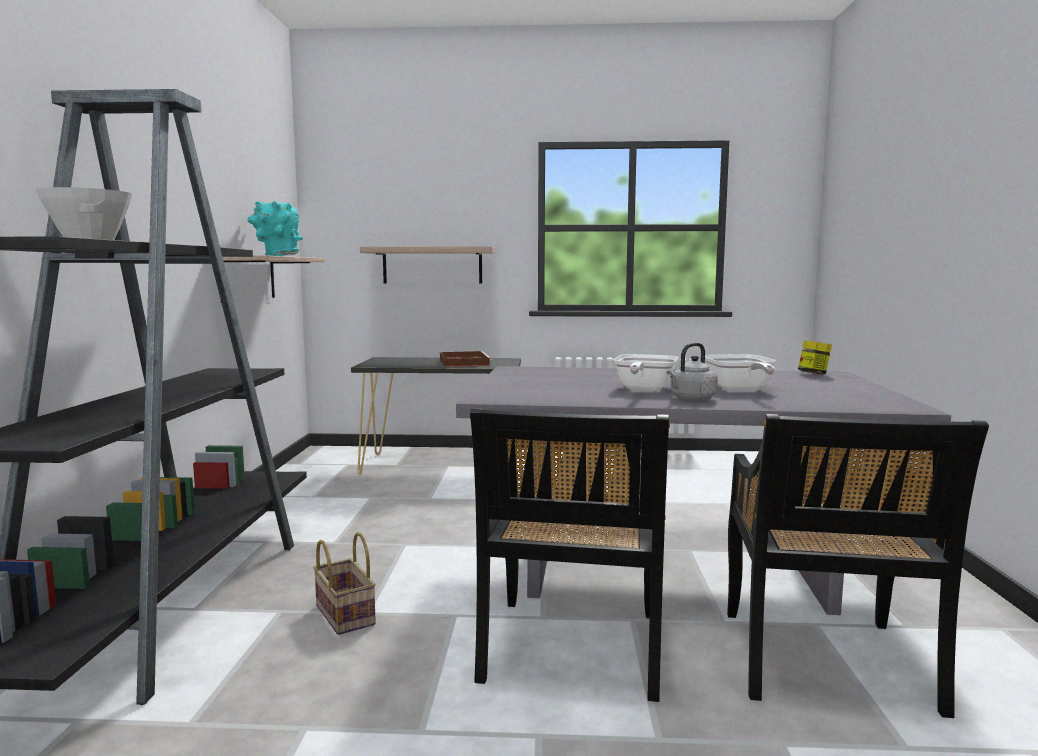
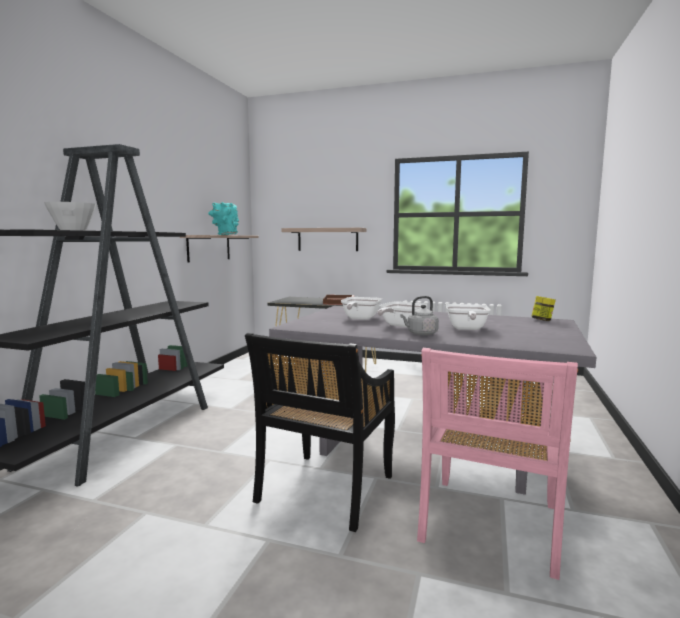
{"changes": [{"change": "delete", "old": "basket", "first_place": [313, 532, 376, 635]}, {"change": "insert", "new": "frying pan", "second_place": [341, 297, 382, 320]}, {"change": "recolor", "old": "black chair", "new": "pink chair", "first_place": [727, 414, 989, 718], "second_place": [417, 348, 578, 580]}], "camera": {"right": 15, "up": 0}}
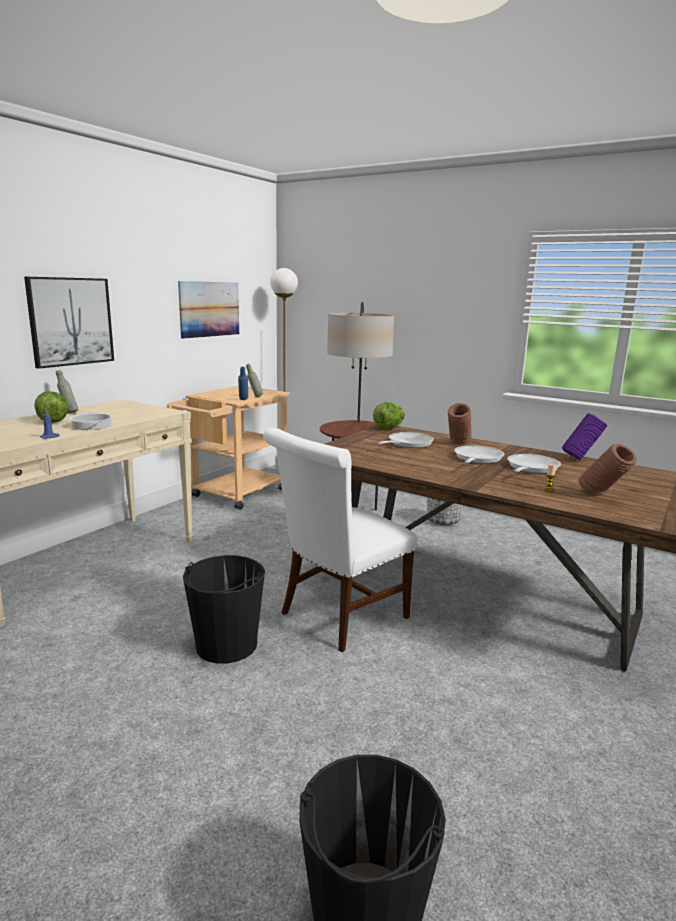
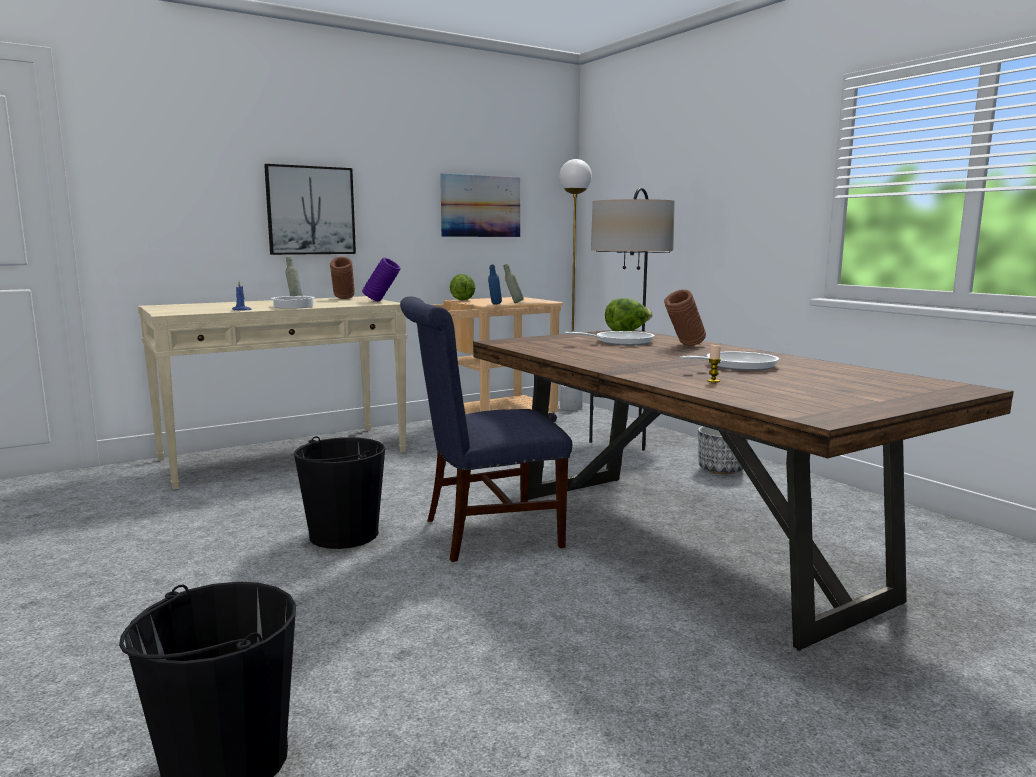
{"changes": [{"change": "delete", "old": "frying pan", "first_place": [454, 445, 504, 464]}, {"change": "move", "old": "lettuce", "first_place": [34, 391, 68, 423], "second_place": [450, 274, 475, 300]}, {"change": "move", "old": "purple vase", "first_place": [562, 413, 607, 460], "second_place": [362, 258, 401, 302]}, {"change": "move", "old": "brown vase", "first_place": [579, 443, 637, 496], "second_place": [330, 257, 355, 299]}, {"change": "recolor", "old": "white chair", "new": "blue chair", "first_place": [263, 428, 418, 652], "second_place": [400, 296, 572, 562]}], "camera": {"right": 25, "up": -5}}
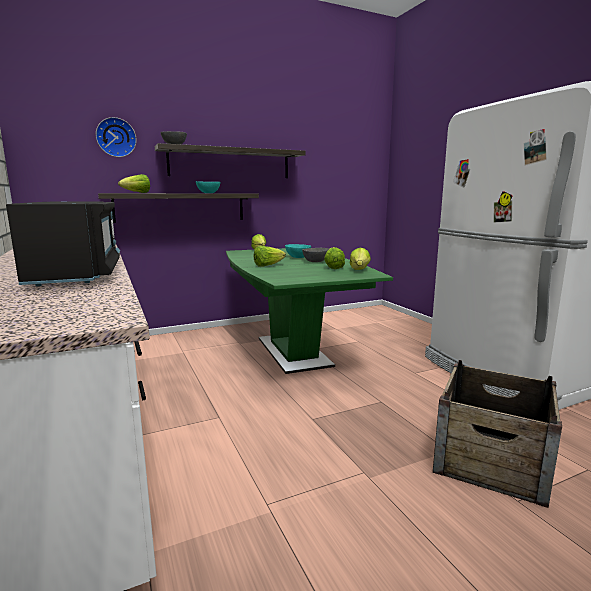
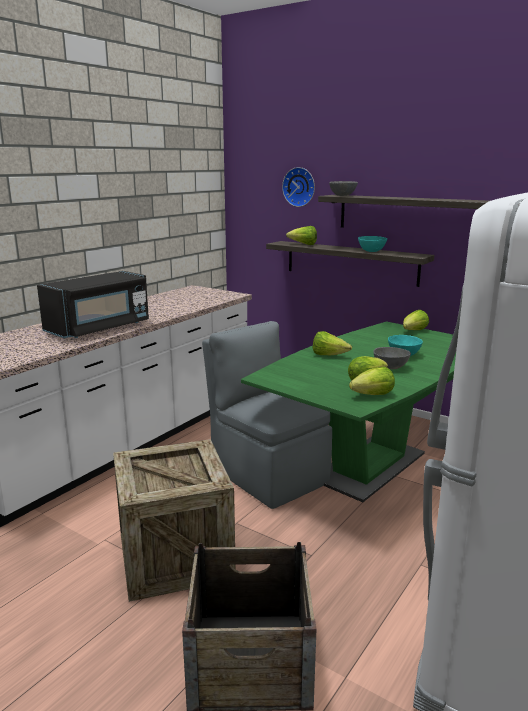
{"changes": [{"change": "insert", "new": "crate", "second_place": [113, 439, 236, 602]}, {"change": "insert", "new": "grey chair", "second_place": [202, 321, 332, 509]}], "camera": {"right": 60, "up": 5}}
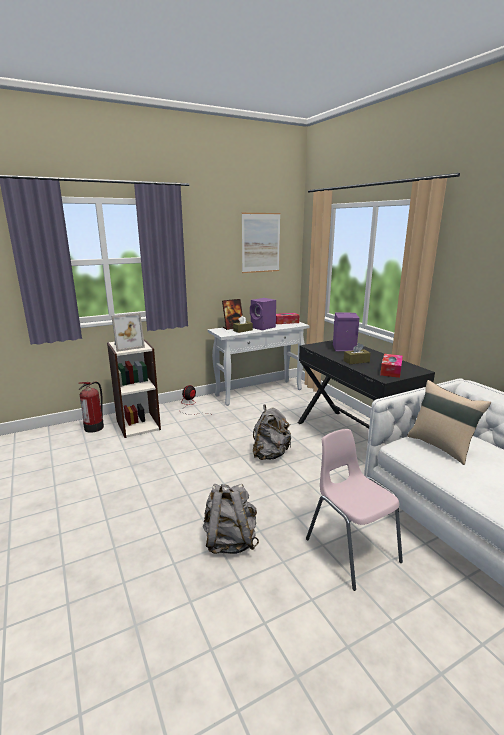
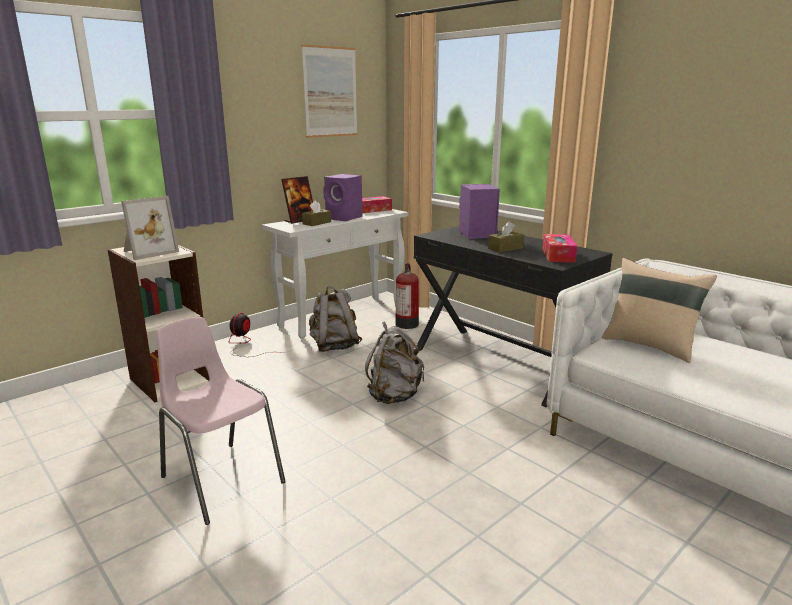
{"changes": [{"change": "move", "old": "fire extinguisher", "first_place": [78, 382, 104, 433], "second_place": [395, 263, 419, 329]}, {"change": "move", "old": "grey backpack", "first_place": [203, 484, 259, 554], "second_place": [309, 287, 362, 352]}, {"change": "move", "old": "pink chair", "first_place": [306, 429, 403, 591], "second_place": [156, 317, 286, 525]}], "camera": {"right": -15, "up": 0}}
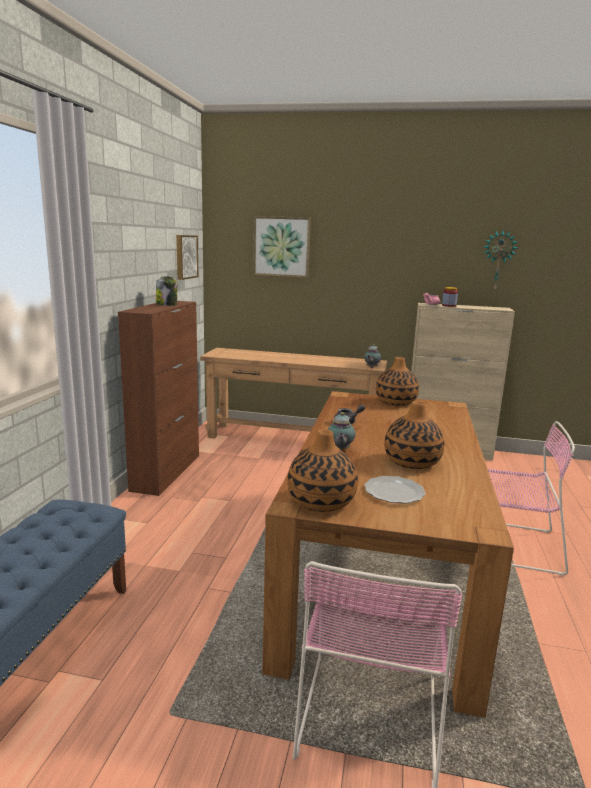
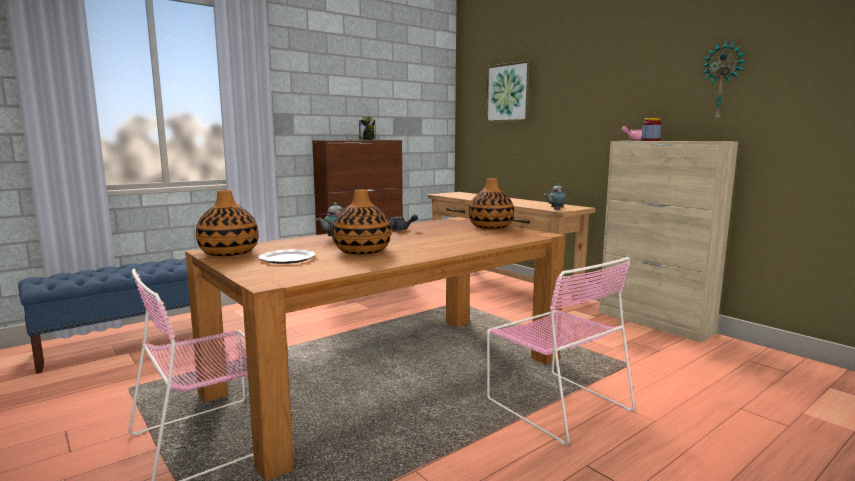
{"changes": [{"change": "delete", "old": "picture", "first_place": [176, 235, 198, 280]}], "camera": {"right": 40, "up": -5}}
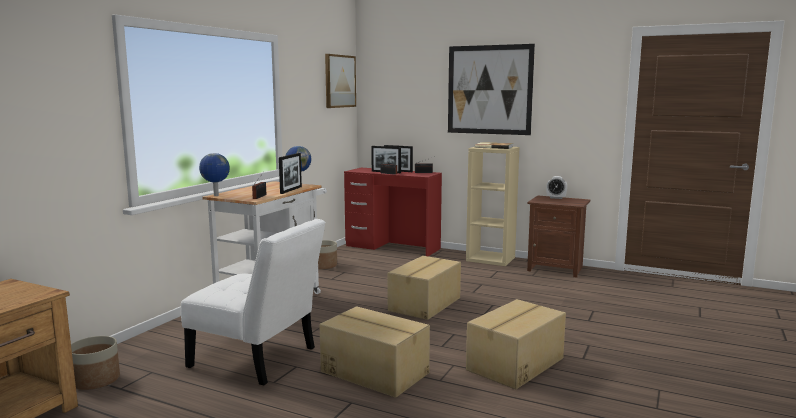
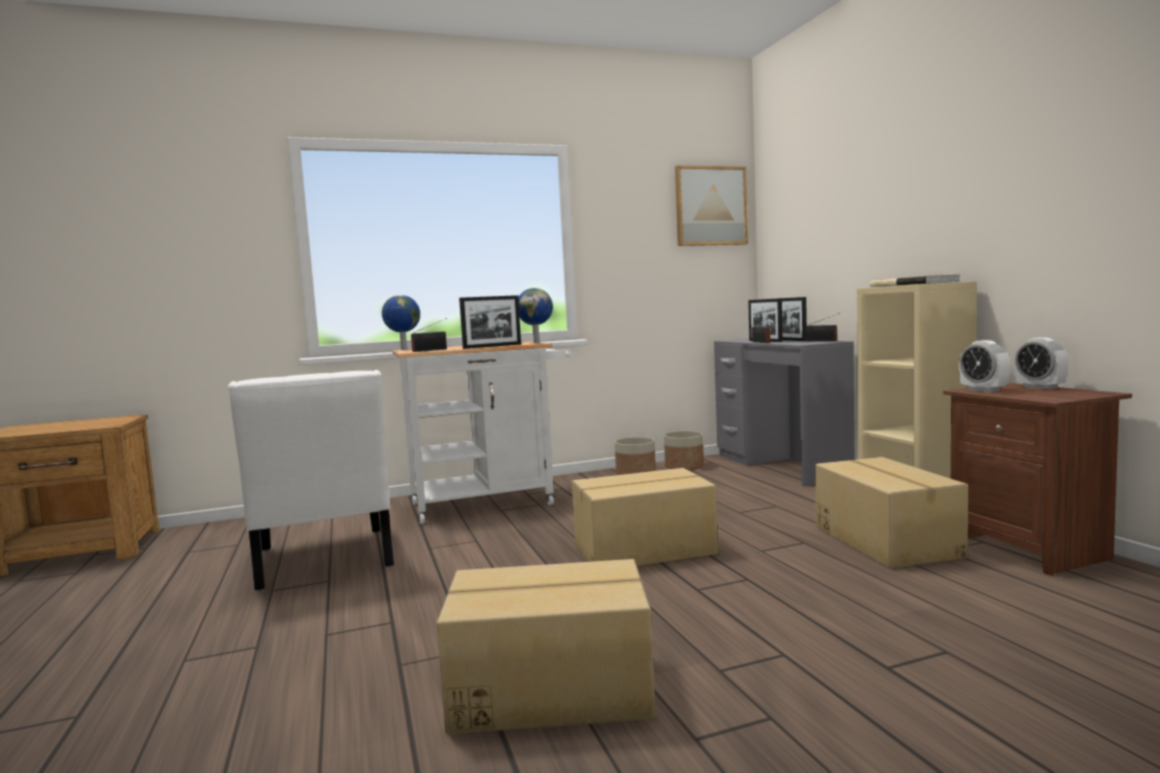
{"changes": [{"change": "delete", "old": "picture", "first_place": [448, 44, 535, 135]}, {"change": "insert", "new": "alarm clock", "second_place": [959, 340, 1010, 392]}, {"change": "move", "old": "planter", "first_place": [71, 336, 120, 390], "second_place": [664, 431, 704, 471]}, {"change": "move", "old": "cardboard box", "first_place": [320, 306, 430, 398], "second_place": [815, 457, 968, 569]}, {"change": "recolor", "old": "red desk", "new": "grey desk", "first_place": [344, 168, 442, 256], "second_place": [714, 339, 855, 487]}], "camera": {"right": 45, "up": -5}}
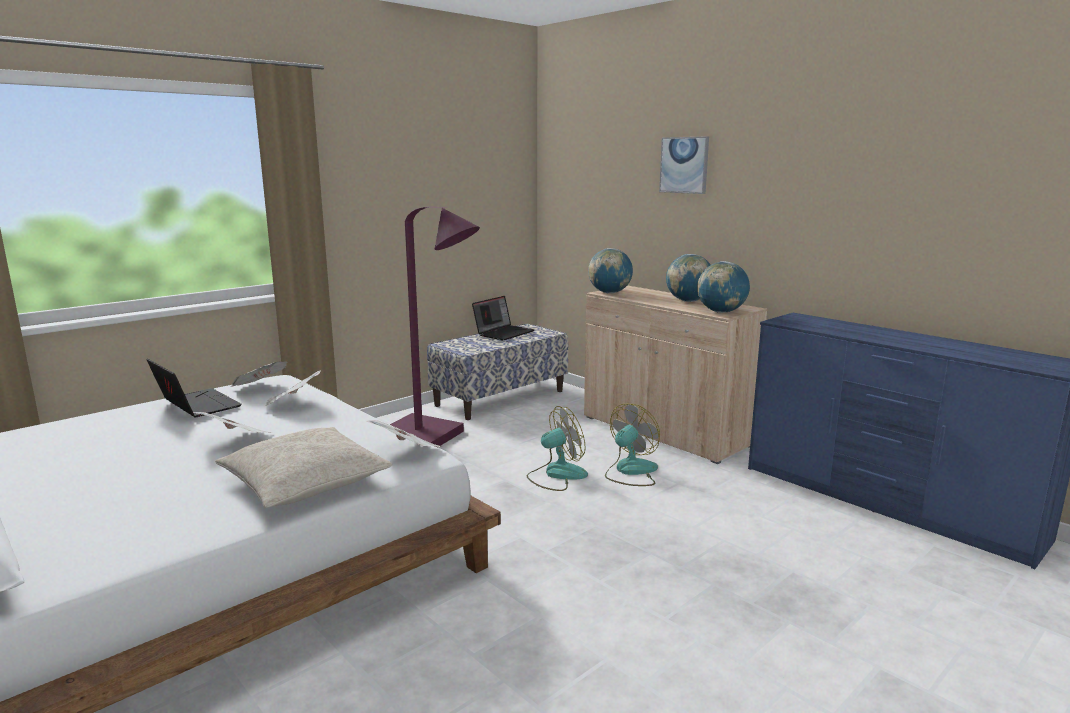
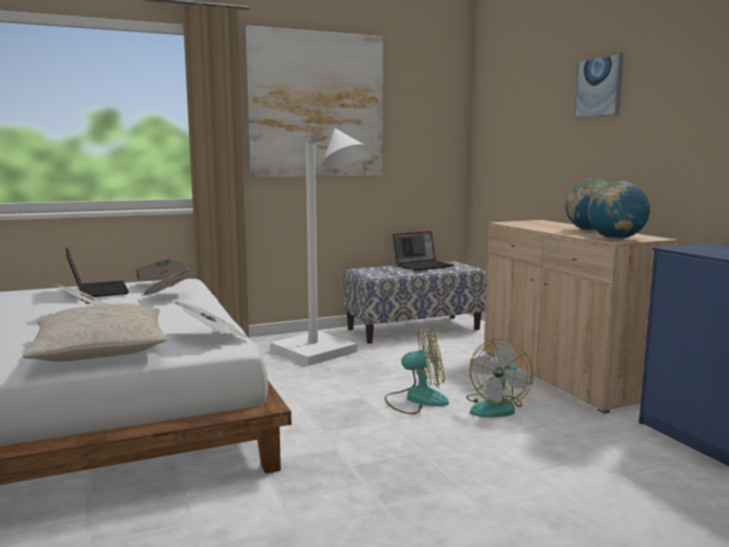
{"changes": [{"change": "delete", "old": "globe", "first_place": [588, 248, 633, 294]}, {"change": "insert", "new": "picture", "second_place": [246, 25, 383, 178]}, {"change": "recolor", "old": "purple floor lamp", "new": "white floor lamp", "first_place": [390, 207, 480, 447], "second_place": [270, 127, 368, 366]}, {"change": "rotate", "old": "fan", "first_place": [605, 404, 660, 486], "second_place": [466, 339, 534, 417], "degrees": 150}], "camera": {"right": 20, "up": -5}}
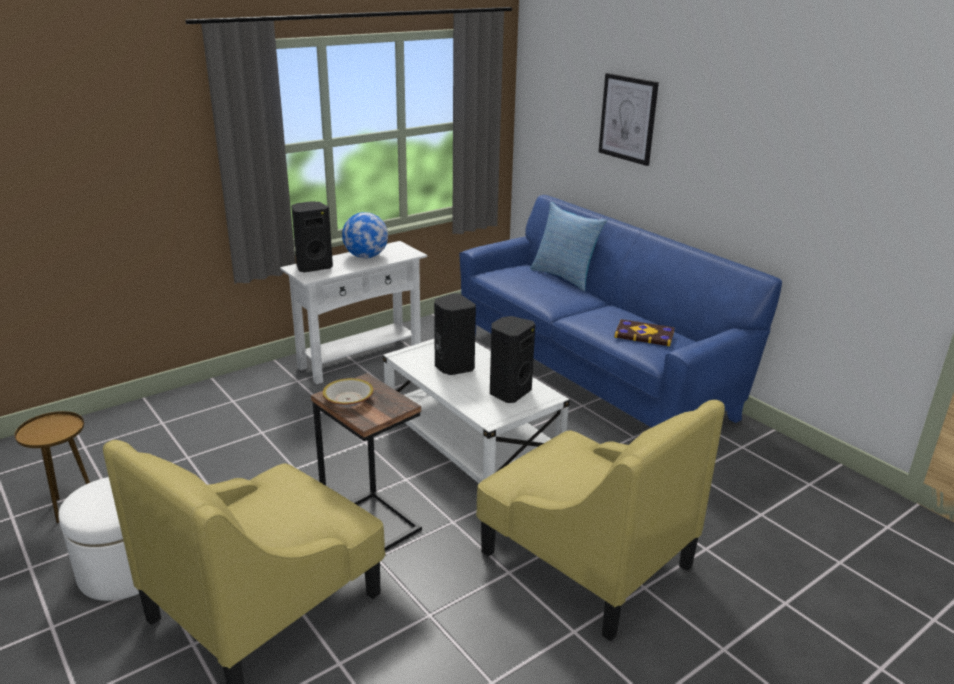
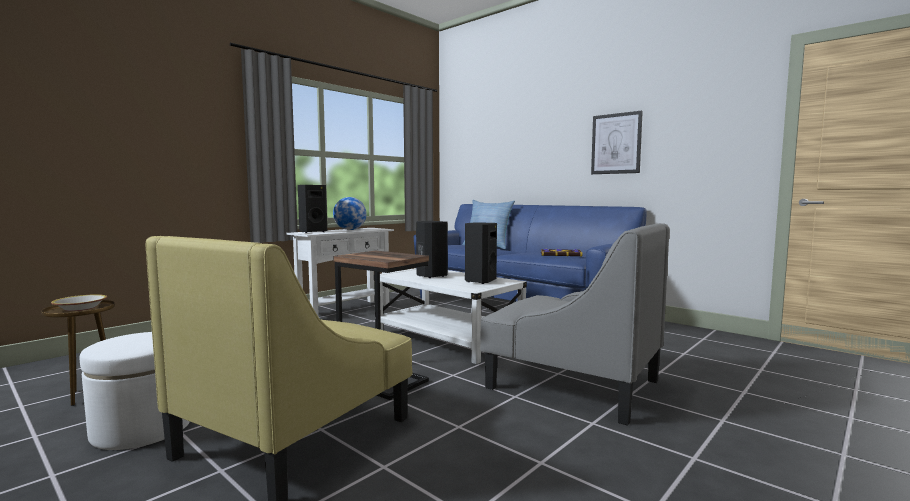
{"changes": [{"change": "move", "old": "bowl", "first_place": [322, 378, 374, 407], "second_place": [51, 294, 107, 311]}, {"change": "move", "old": "picture", "first_place": [599, 73, 659, 166], "second_place": [591, 111, 643, 174]}, {"change": "recolor", "old": "yellow armchair", "new": "grey armchair", "first_place": [476, 400, 725, 641], "second_place": [480, 223, 669, 426]}], "camera": {"right": -10, "up": -20}}
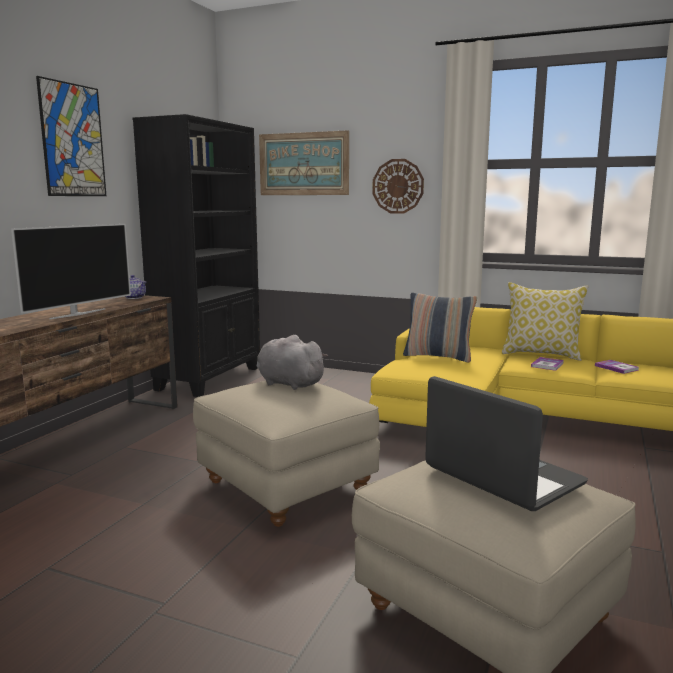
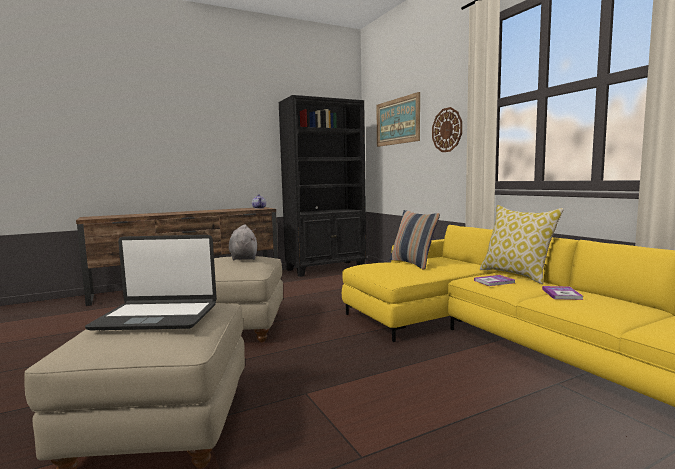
{"changes": [{"change": "delete", "old": "television", "first_place": [11, 224, 131, 320]}, {"change": "delete", "old": "picture", "first_place": [36, 76, 106, 196]}, {"change": "rotate", "old": "laptop", "first_place": [425, 376, 588, 511], "second_place": [85, 235, 217, 330], "degrees": 90}], "camera": {"right": 40, "up": -5}}
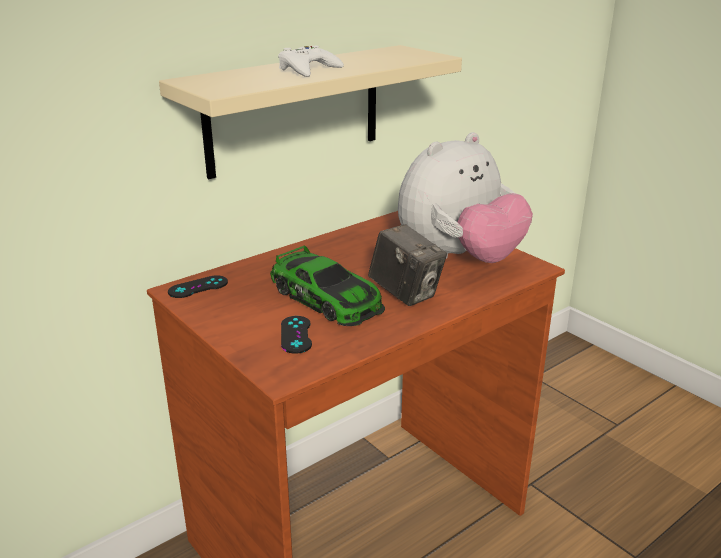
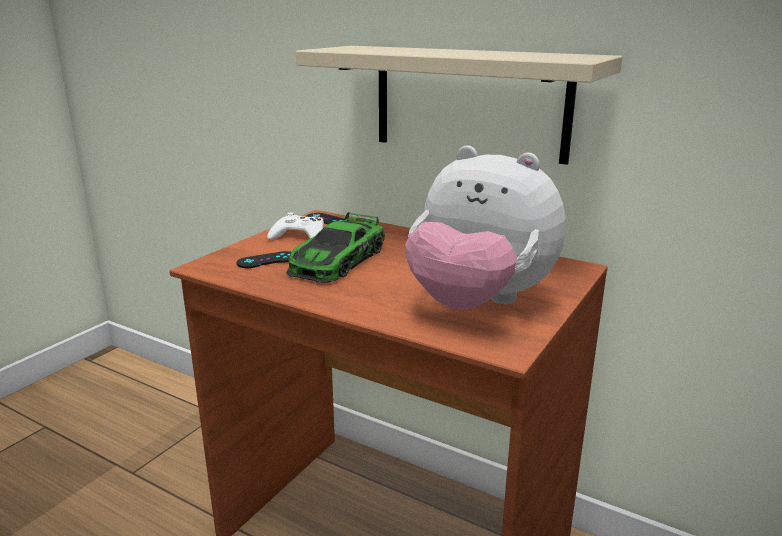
{"changes": [{"change": "delete", "old": "photo camera", "first_place": [368, 224, 447, 306]}, {"change": "move", "old": "white game controller", "first_place": [278, 46, 344, 77], "second_place": [267, 213, 324, 240]}], "camera": {"right": 70, "up": -5}}
